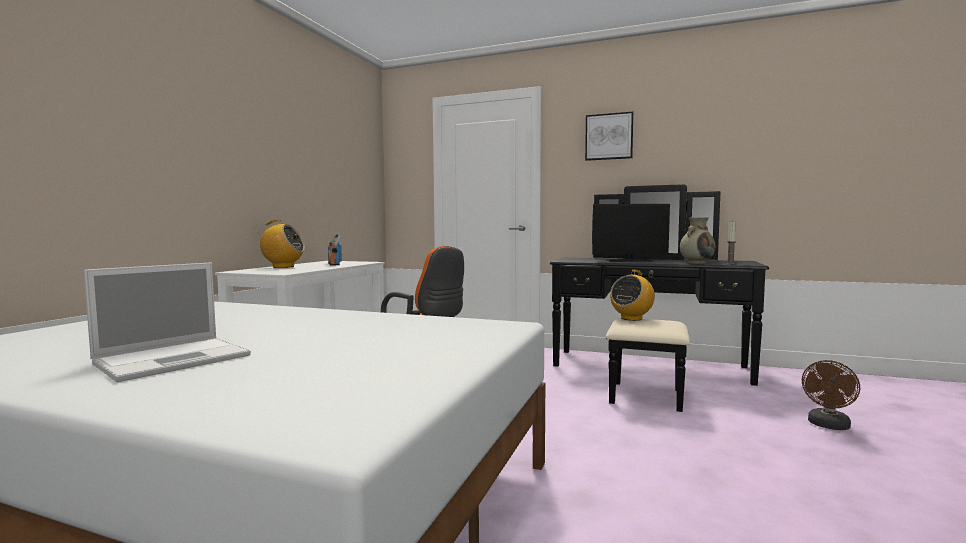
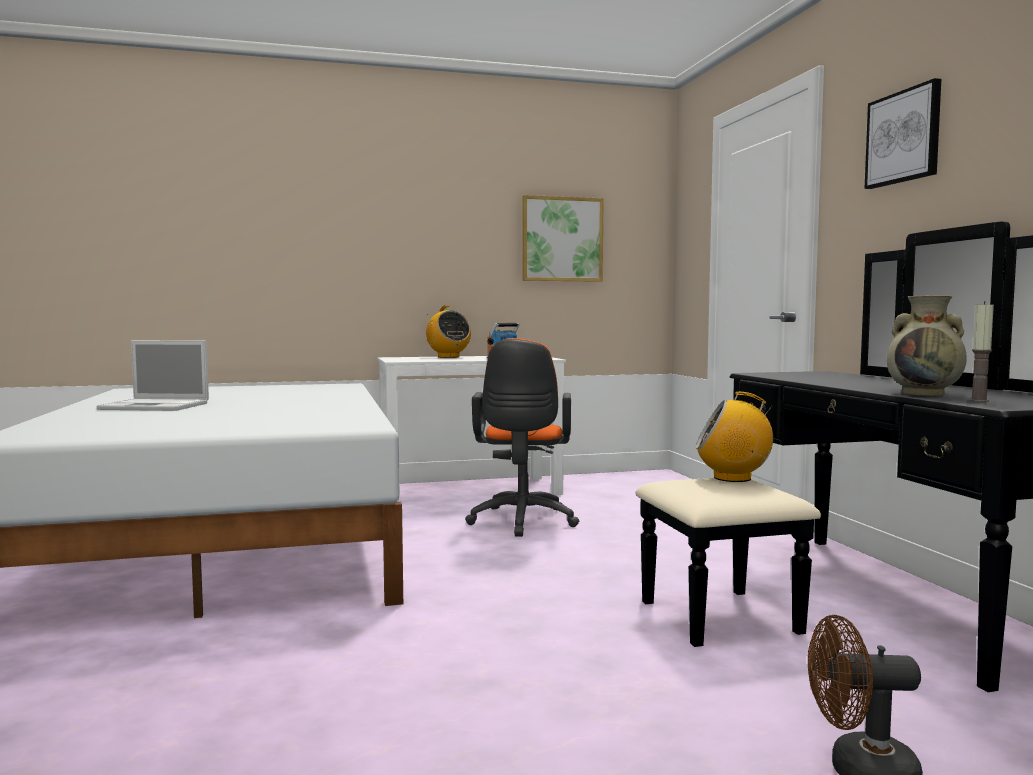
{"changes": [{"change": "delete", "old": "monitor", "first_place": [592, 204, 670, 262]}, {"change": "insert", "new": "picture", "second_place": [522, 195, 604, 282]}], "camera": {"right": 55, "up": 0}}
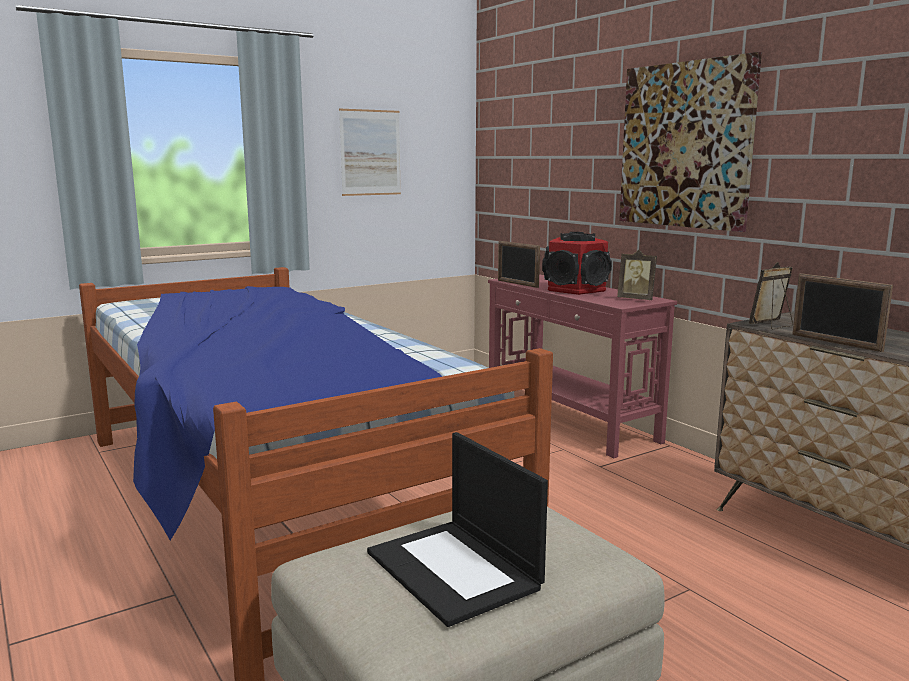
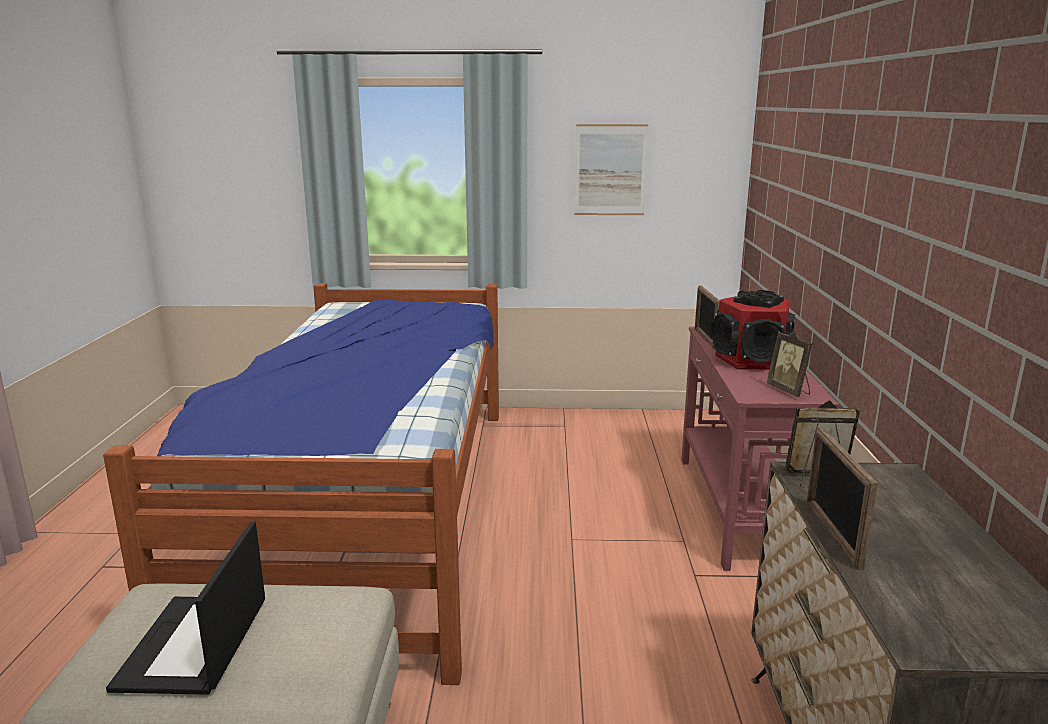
{"changes": [{"change": "delete", "old": "picture", "first_place": [619, 52, 762, 232]}], "camera": {"right": 35, "up": 5}}
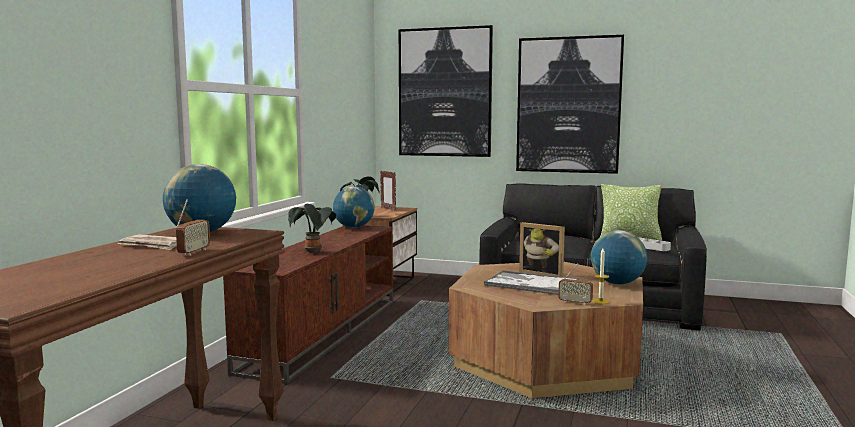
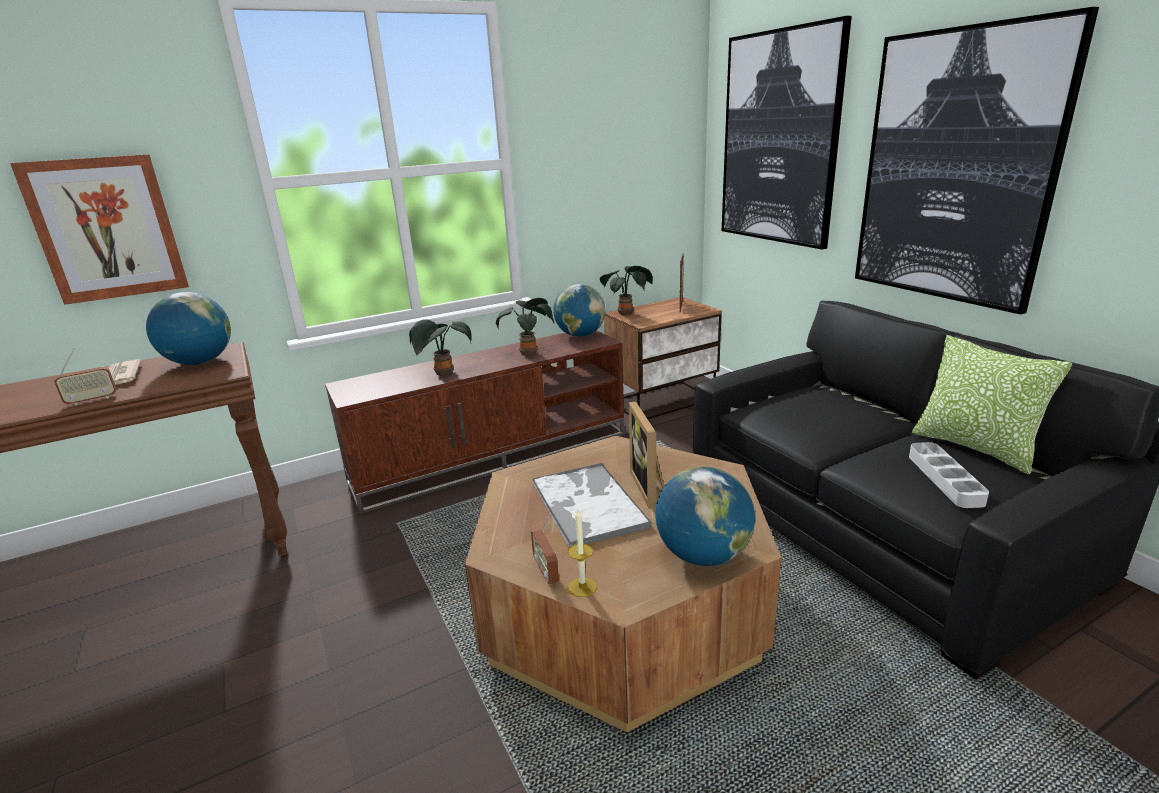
{"changes": [{"change": "insert", "new": "picture", "second_place": [10, 154, 189, 305]}, {"change": "insert", "new": "potted plant", "second_place": [496, 298, 554, 356]}], "camera": {"right": 45, "up": 15}}
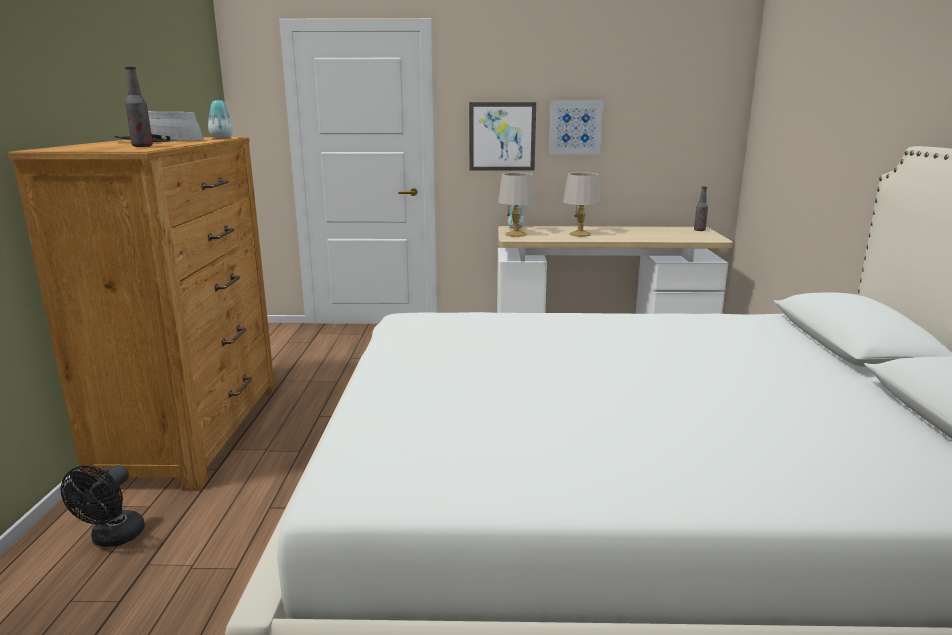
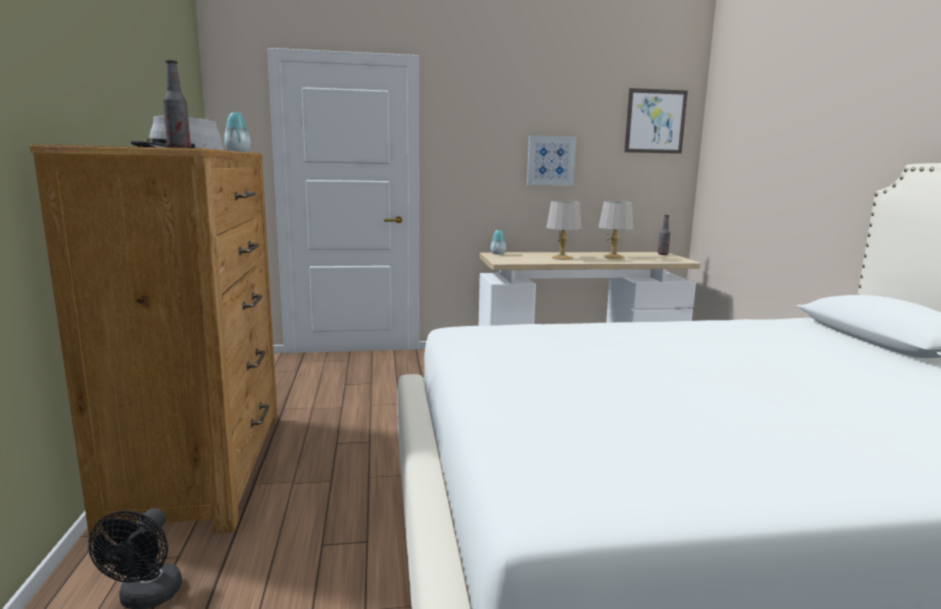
{"changes": [{"change": "move", "old": "picture", "first_place": [469, 102, 536, 171], "second_place": [624, 88, 688, 154]}, {"change": "move", "old": "grey table lamp", "first_place": [498, 173, 535, 237], "second_place": [599, 201, 633, 259]}], "camera": {"right": -10, "up": -5}}
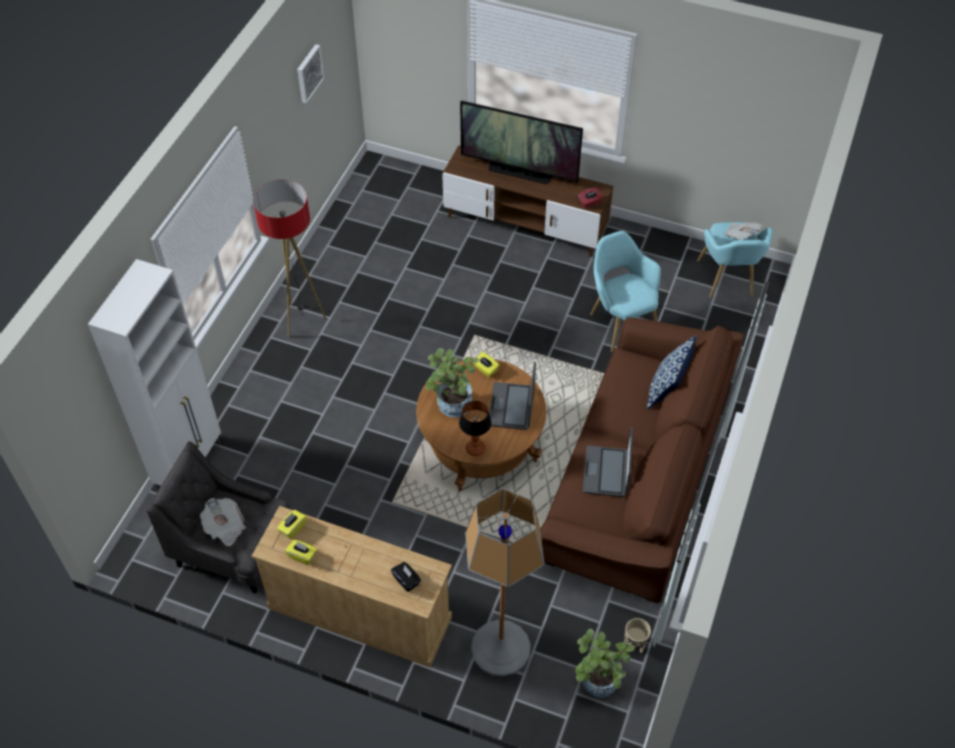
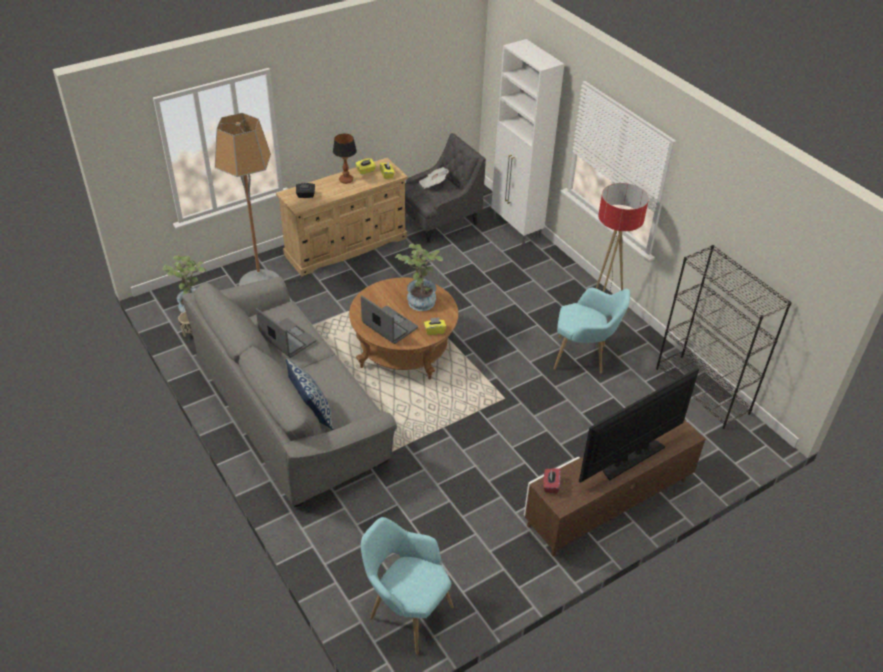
{"changes": [{"change": "delete", "old": "picture", "first_place": [297, 44, 324, 104]}, {"change": "delete", "old": "newspaper", "first_place": [723, 222, 762, 239]}, {"change": "insert", "new": "black bookcase", "second_place": [656, 245, 792, 429]}, {"change": "move", "old": "table lamp", "first_place": [459, 401, 492, 456], "second_place": [333, 134, 357, 184]}, {"change": "move", "old": "turquoise armchair", "first_place": [590, 231, 661, 352], "second_place": [553, 288, 630, 373]}, {"change": "recolor", "old": "brown sofa", "new": "grey sofa", "first_place": [540, 318, 744, 603], "second_place": [182, 277, 397, 508]}], "camera": {"right": 125, "up": -10}}
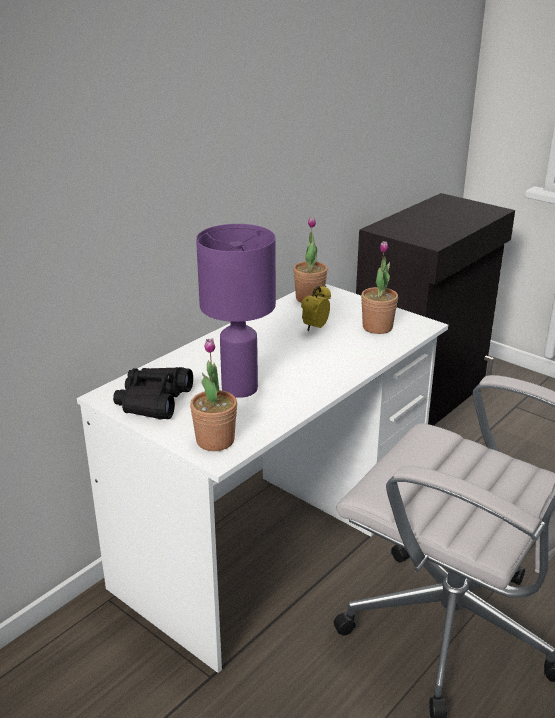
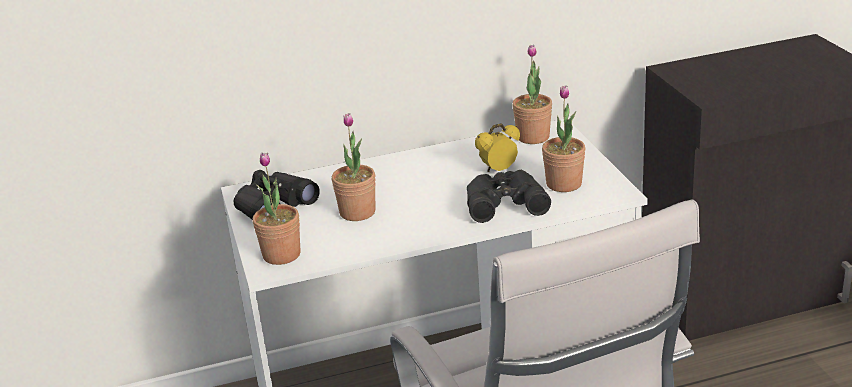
{"changes": [{"change": "insert", "new": "black binoculars", "second_place": [467, 170, 551, 223]}, {"change": "replace", "old": "purple table lamp", "new": "potted plant", "first_place": [196, 224, 276, 398], "second_place": [332, 113, 376, 221]}], "camera": {"right": 35, "up": 0}}
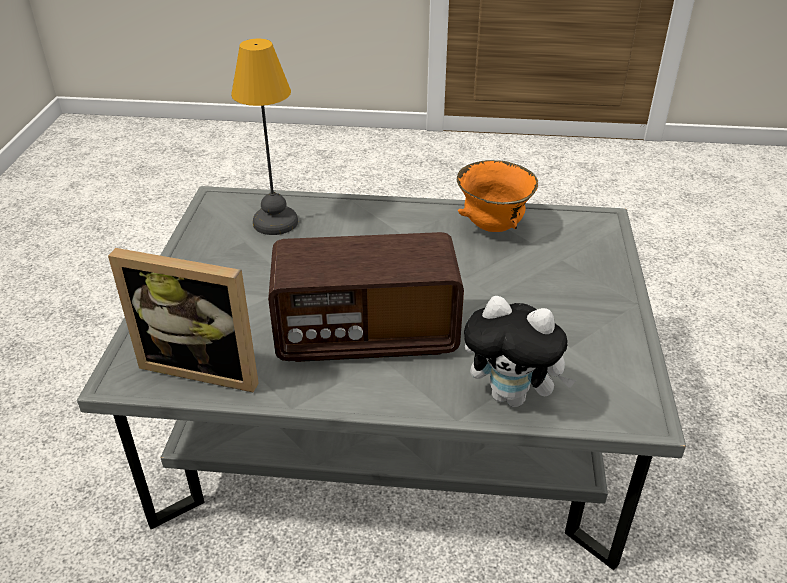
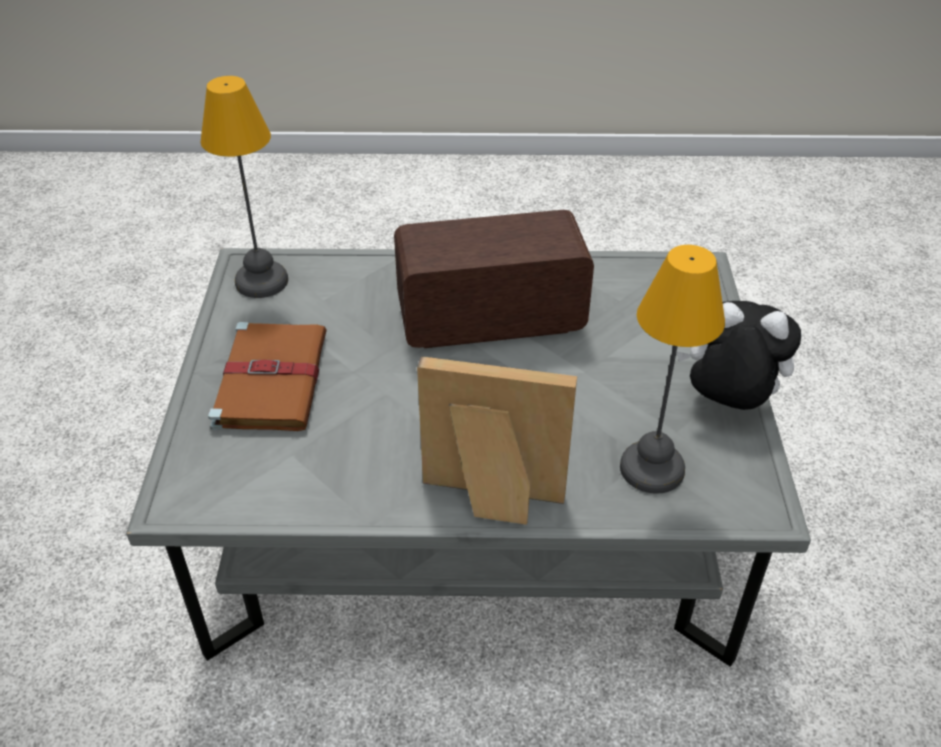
{"changes": [{"change": "delete", "old": "orange bowl", "first_place": [457, 160, 538, 232]}, {"change": "insert", "new": "table lamp", "second_place": [201, 76, 288, 298]}, {"change": "insert", "new": "brown book", "second_place": [208, 322, 327, 431]}, {"change": "move", "old": "picture frame", "first_place": [108, 248, 259, 392], "second_place": [417, 356, 577, 525]}, {"change": "move", "old": "plush toy", "first_place": [464, 296, 576, 407], "second_place": [677, 301, 801, 410]}], "camera": {"right": 175, "up": 5}}
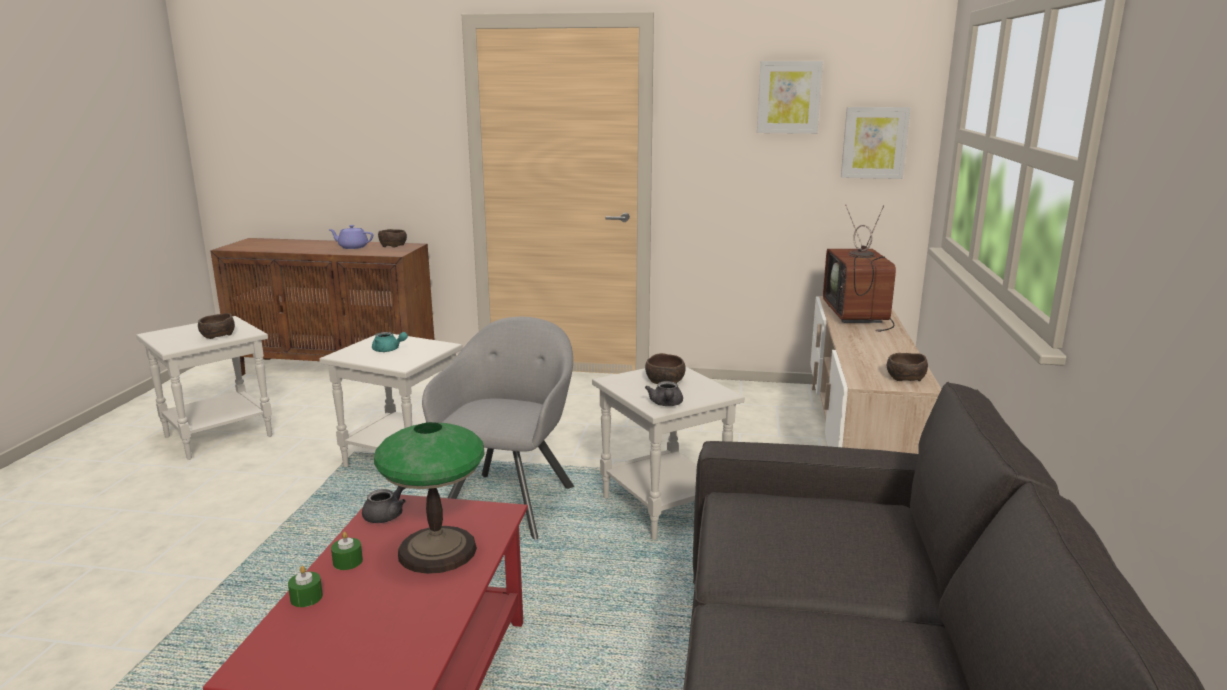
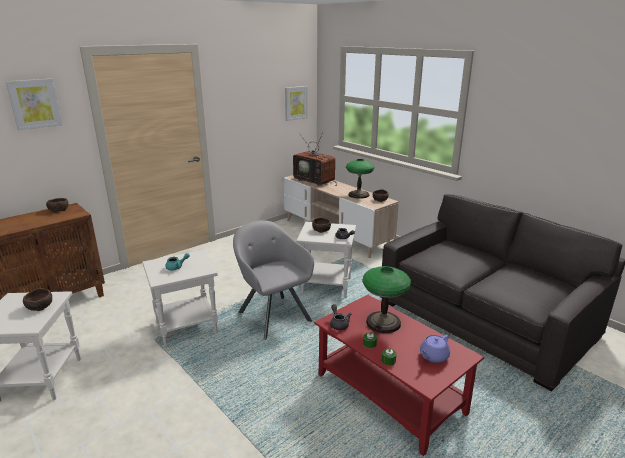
{"changes": [{"change": "insert", "new": "table lamp", "second_place": [346, 159, 375, 199]}, {"change": "move", "old": "purple teapot", "first_place": [328, 225, 373, 249], "second_place": [420, 335, 450, 363]}, {"change": "move", "old": "picture", "first_place": [757, 61, 823, 134], "second_place": [5, 79, 62, 130]}], "camera": {"right": -50, "up": 5}}
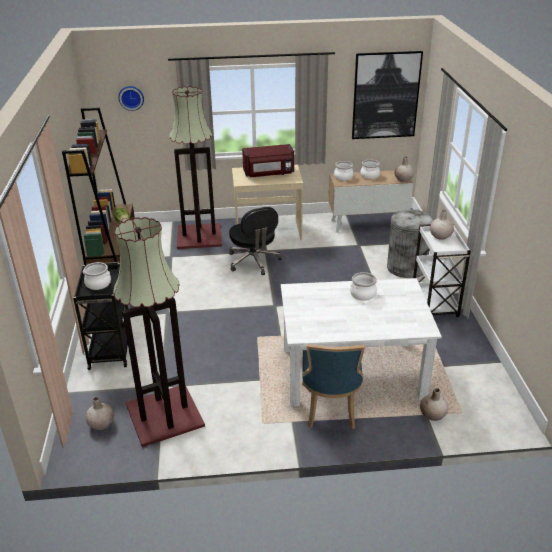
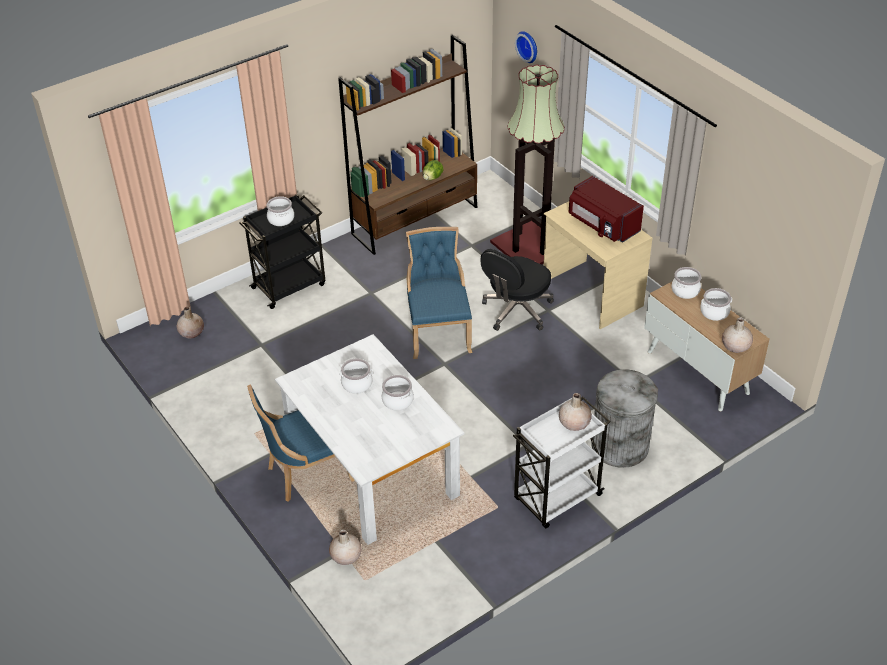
{"changes": [{"change": "delete", "old": "floor lamp", "first_place": [113, 217, 205, 447]}, {"change": "delete", "old": "picture", "first_place": [352, 51, 423, 139]}, {"change": "insert", "new": "cooking pot", "second_place": [339, 358, 373, 394]}, {"change": "insert", "new": "blue chair", "second_place": [406, 227, 472, 359]}], "camera": {"right": 60, "up": 10}}
